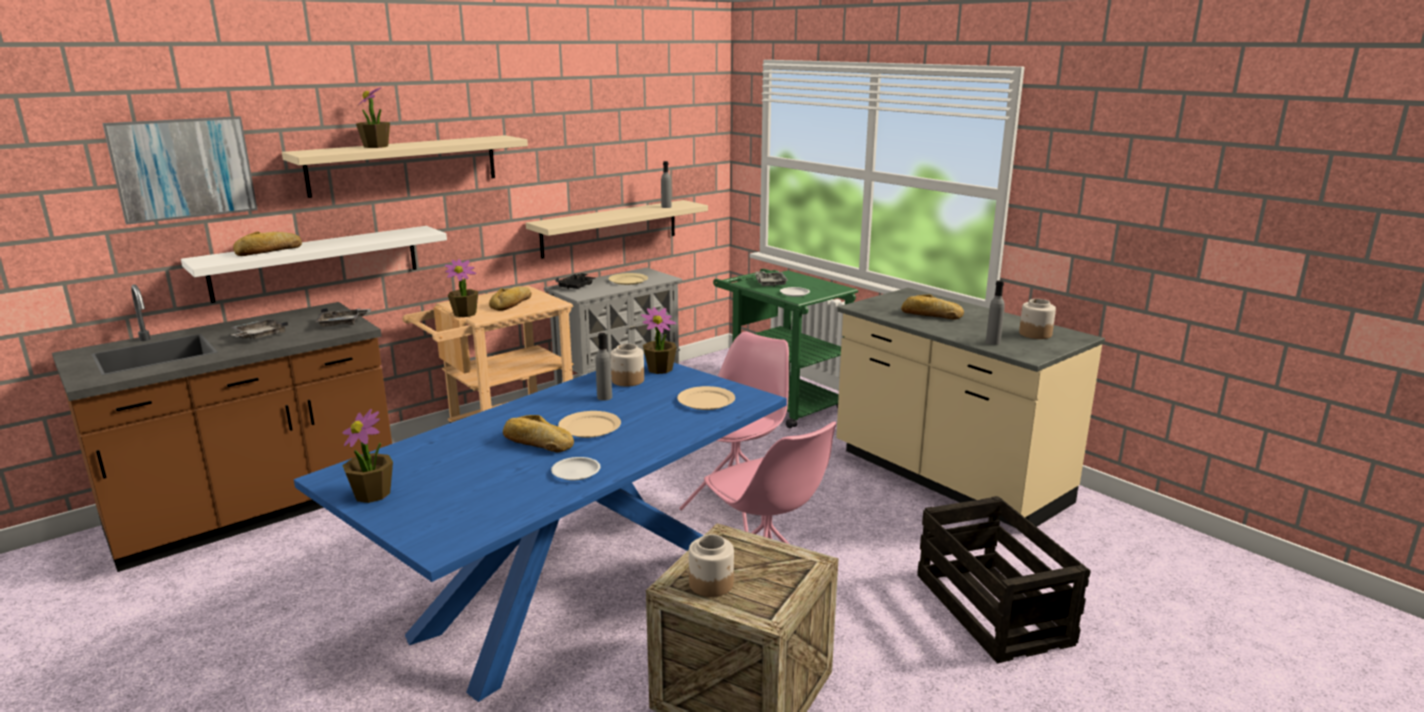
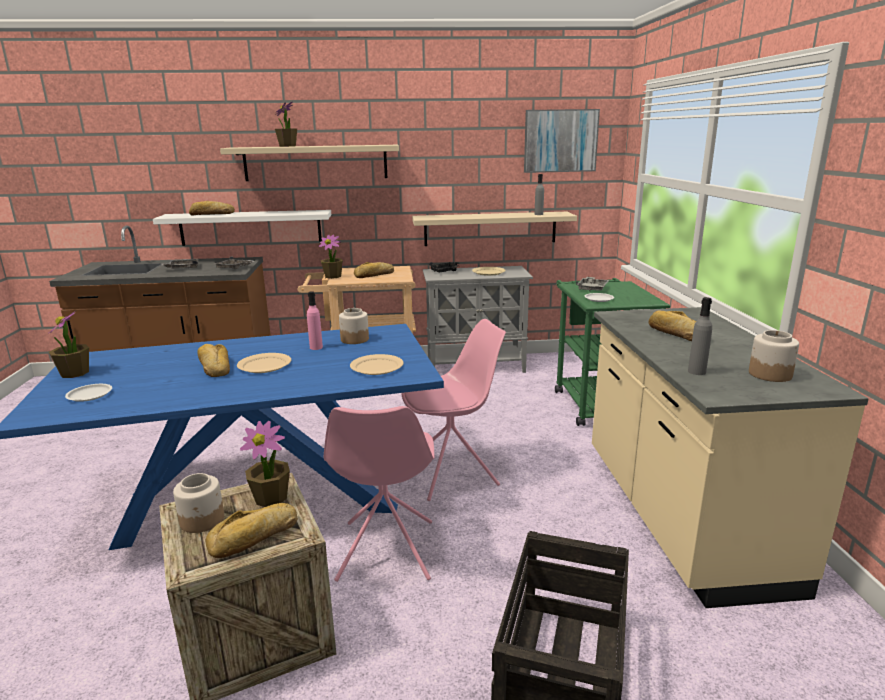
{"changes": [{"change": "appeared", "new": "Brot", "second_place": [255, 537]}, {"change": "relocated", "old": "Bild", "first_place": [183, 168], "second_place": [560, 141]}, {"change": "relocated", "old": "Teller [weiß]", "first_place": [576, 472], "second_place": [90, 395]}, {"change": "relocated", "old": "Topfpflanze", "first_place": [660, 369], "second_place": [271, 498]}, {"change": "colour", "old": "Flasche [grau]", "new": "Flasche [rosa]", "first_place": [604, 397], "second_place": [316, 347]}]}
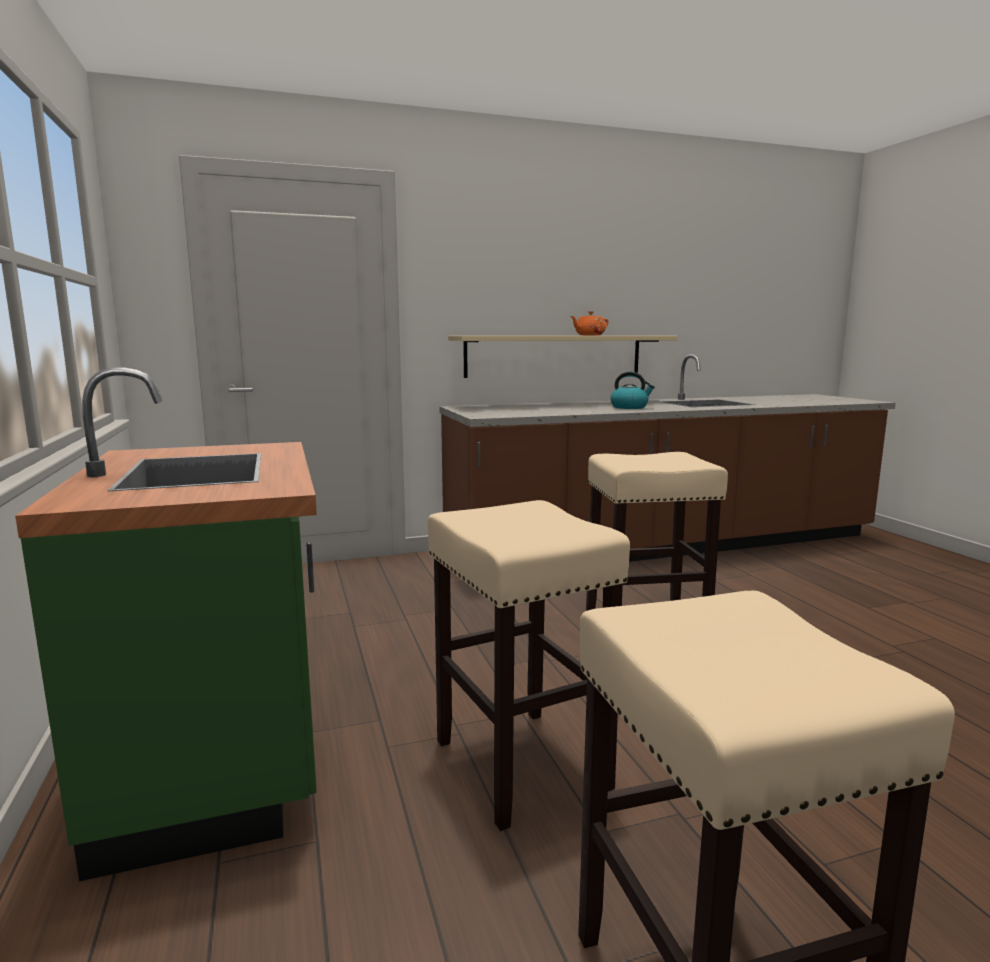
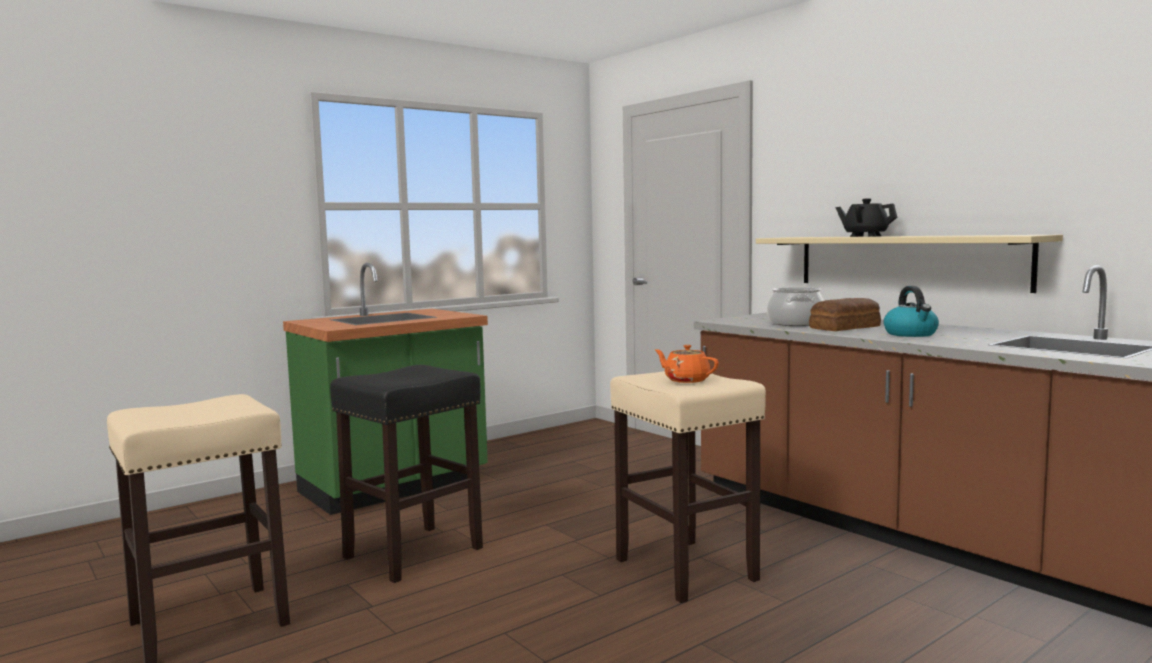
{"changes": [{"change": "appeared", "new": "Kochtopf", "second_place": [795, 323]}, {"change": "appeared", "new": "Brot", "second_place": [846, 327]}, {"change": "appeared", "new": "Teekanne [schwarz]", "second_place": [865, 236]}, {"change": "relocated", "old": "Teekanne [orange]", "first_place": [589, 335], "second_place": [686, 380]}, {"change": "colour", "old": "Hocker [beige]", "new": "Hocker [schwarz]", "first_place": [519, 763], "second_place": [415, 552]}]}
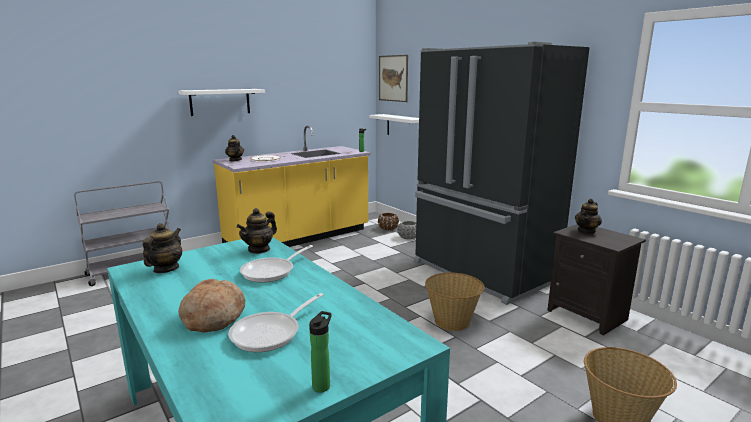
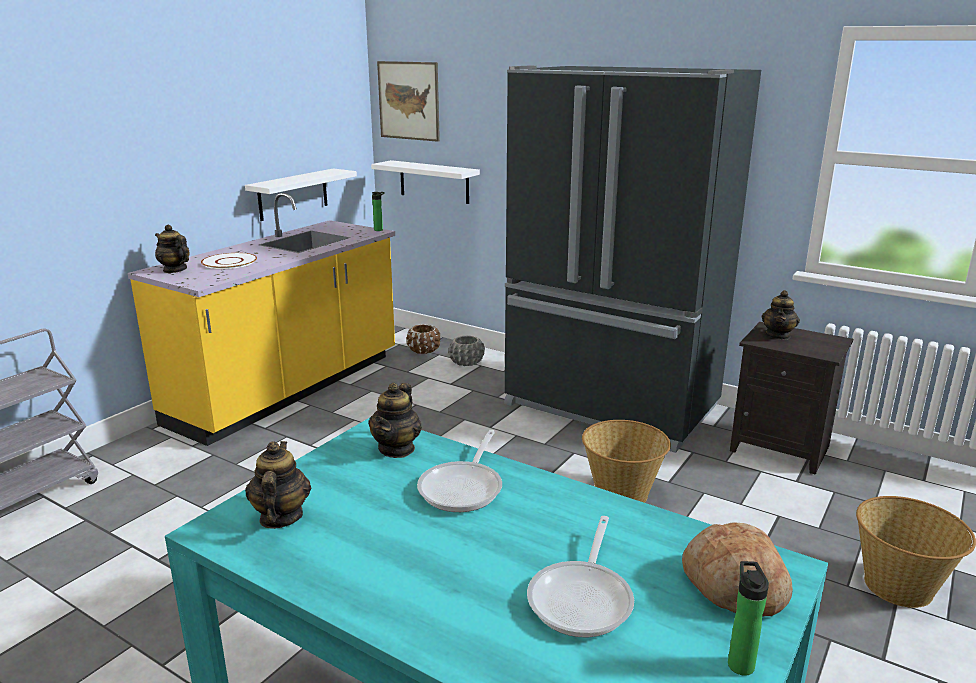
{"changes": [{"change": "relocated", "old": "Wandregal [weiß]", "first_place": [220, 102], "second_place": [293, 194]}, {"change": "relocated", "old": "Brot", "first_place": [213, 317], "second_place": [733, 585]}]}
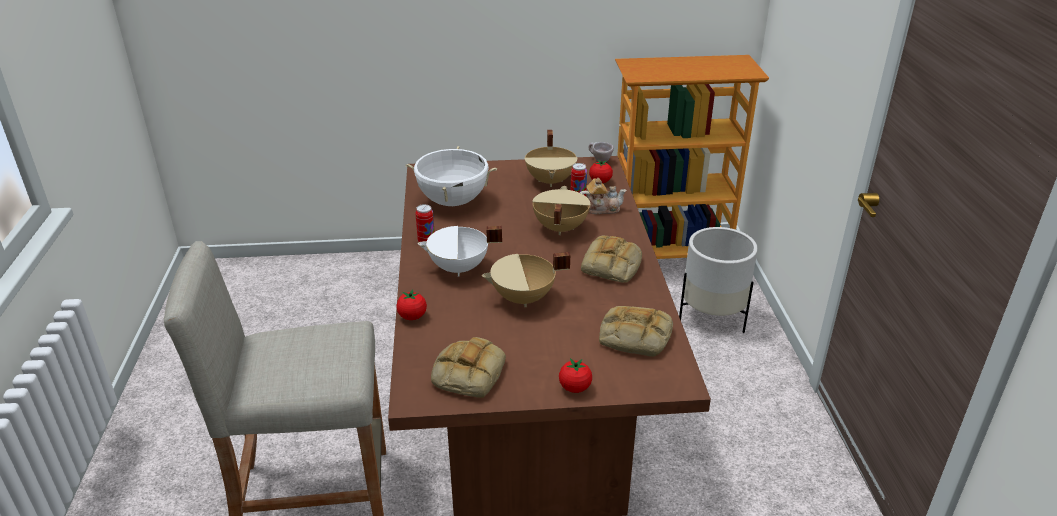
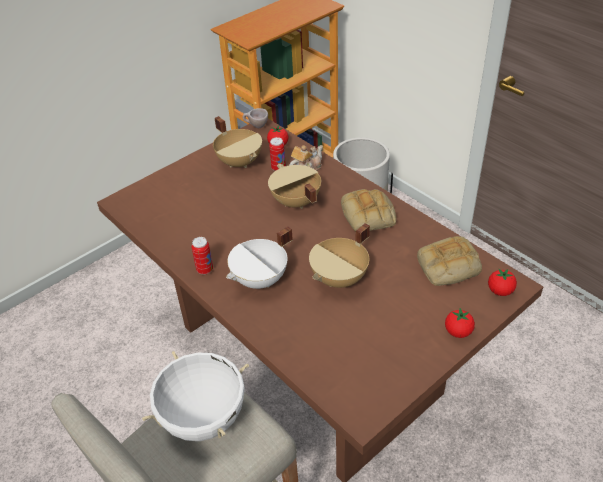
{"changes": [{"change": "missing", "old": "Brot", "first_place": [468, 372]}, {"change": "relocated", "old": "Tomate", "first_place": [412, 316], "second_place": [500, 291]}, {"change": "relocated", "old": "Kochtopf [weiß]", "first_place": [453, 201], "second_place": [203, 418]}]}
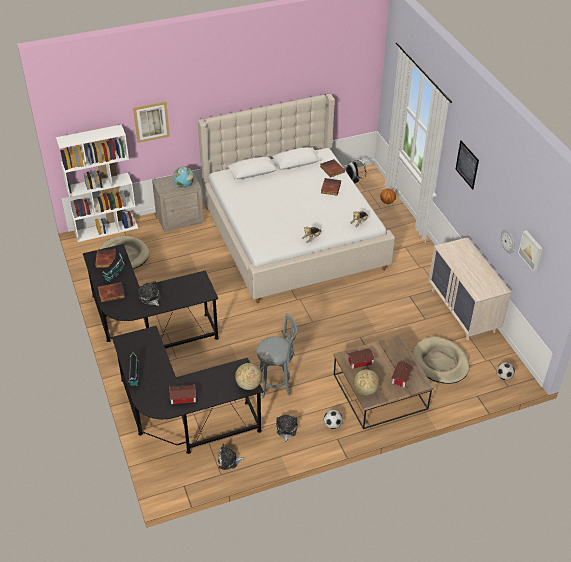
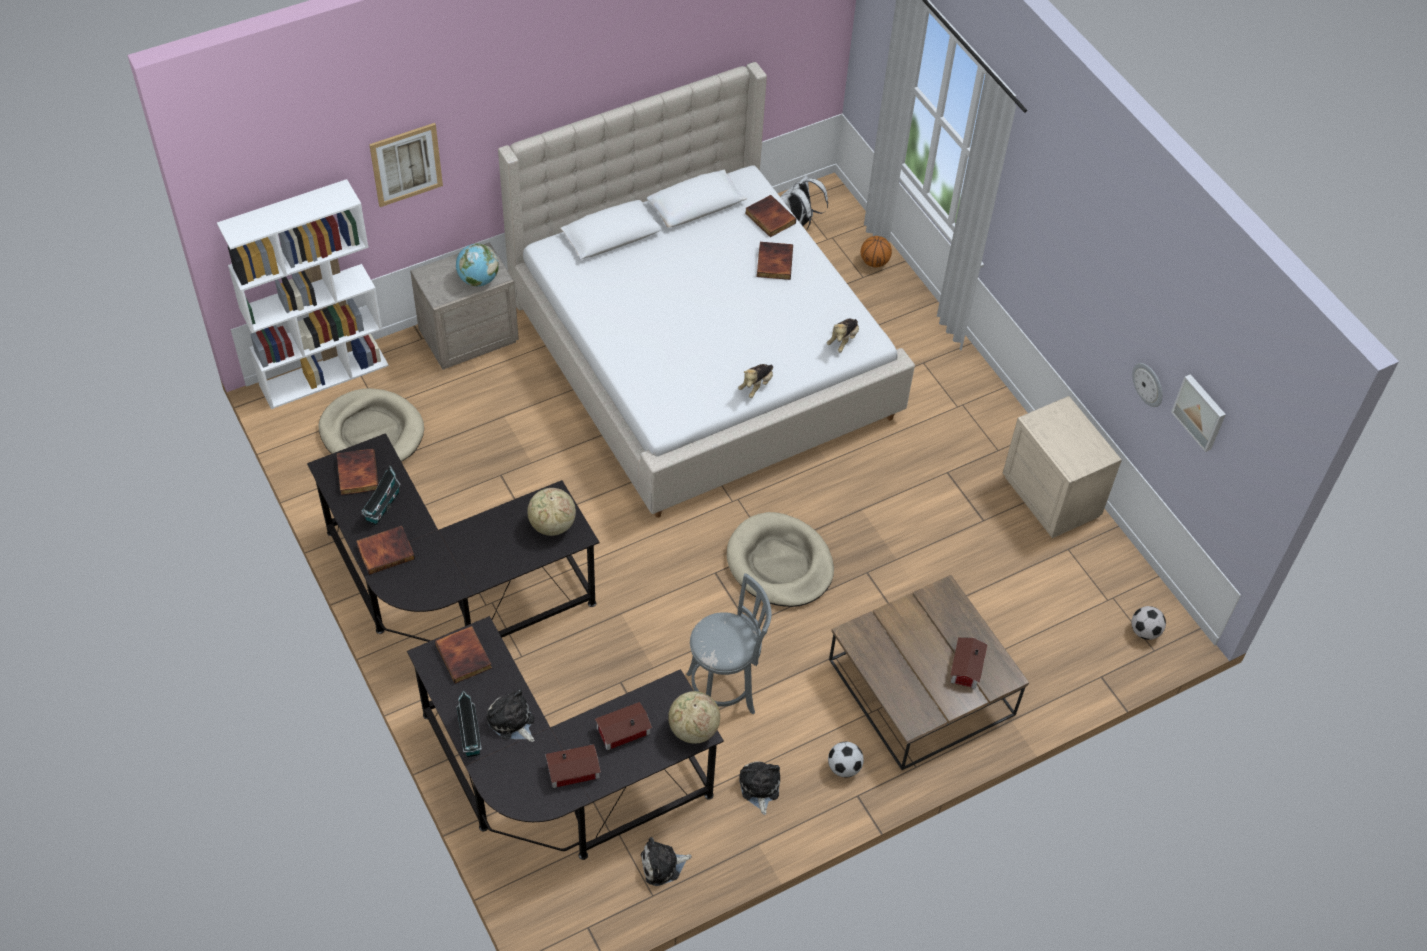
{"changes": [{"change": "missing", "old": "Bild", "first_place": [467, 164]}, {"change": "appeared", "new": "Buch", "second_place": [465, 656]}, {"change": "relocated", "old": "Plüschtier", "first_place": [150, 297], "second_place": [512, 722]}, {"change": "relocated", "old": "Spielzeughaus", "first_place": [359, 361], "second_place": [621, 730]}, {"change": "relocated", "old": "Globus", "first_place": [365, 390], "second_place": [552, 525]}, {"change": "relocated", "old": "Hundebett [beige]", "first_place": [440, 362], "second_place": [779, 563]}, {"change": "exchanged", "old": "Kommode [beige]", "new": "Nachttisch [beige]", "first_place": [463, 311], "second_place": [1052, 496]}]}
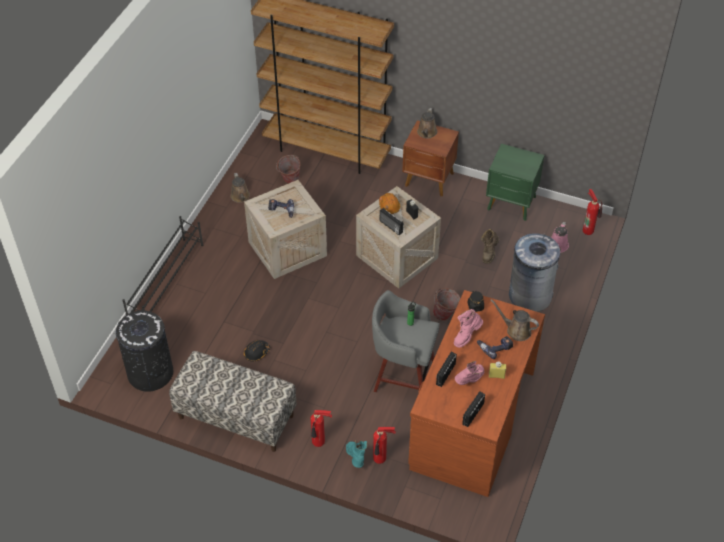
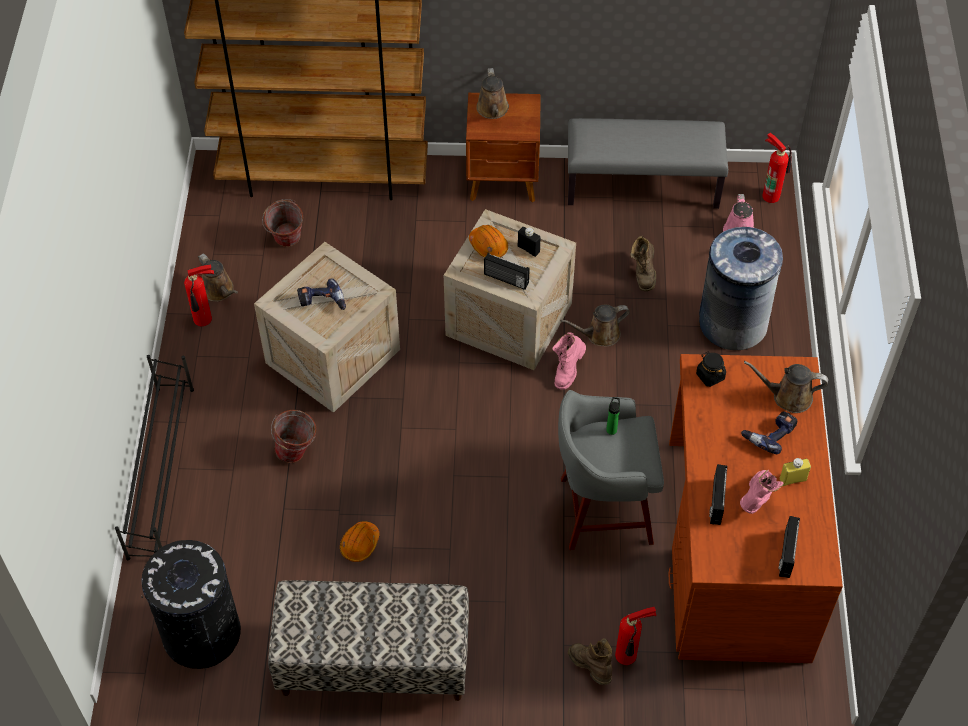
{"changes": [{"change": "appeared", "new": "Gießkanne [braun]", "second_place": [599, 335]}, {"change": "relocated", "old": "Feuerlöscher", "first_place": [319, 442], "second_place": [204, 320]}, {"change": "relocated", "old": "Eimer", "first_place": [445, 316], "second_place": [297, 452]}, {"change": "relocated", "old": "Stiefel [rosa]", "first_place": [466, 336], "second_place": [567, 370]}, {"change": "exchanged", "old": "Nachttisch [grün]", "new": "Bank [grau]", "first_place": [512, 204], "second_place": [643, 185]}, {"change": "colour", "old": "Schutzhelm [schwarz]", "new": "Schutzhelm [orange]", "first_place": [256, 353], "second_place": [360, 544]}, {"change": "colour", "old": "Stiefel [türkis]", "new": "Stiefel [braun]", "first_place": [356, 458], "second_place": [591, 668]}]}
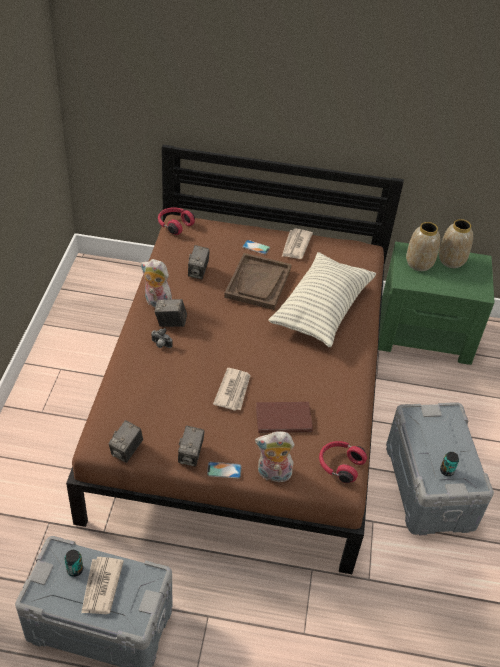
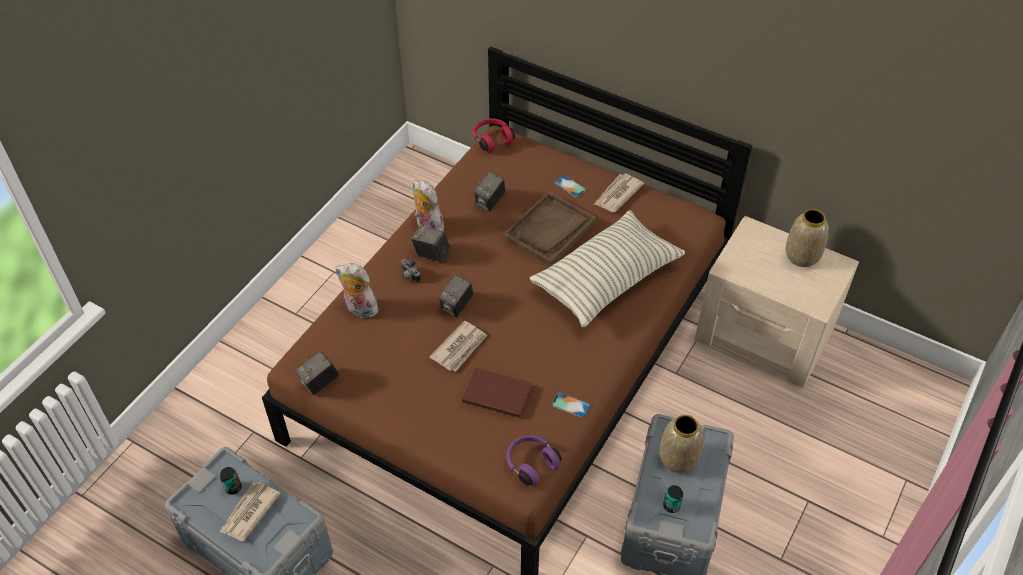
{"changes": [{"change": "relocated", "old": "Kamera", "first_place": [191, 455], "second_place": [457, 306]}, {"change": "relocated", "old": "Handy", "first_place": [224, 470], "second_place": [570, 405]}, {"change": "relocated", "old": "Plüschtier", "first_place": [273, 475], "second_place": [359, 309]}, {"change": "relocated", "old": "Vase", "first_place": [419, 264], "second_place": [678, 459]}, {"change": "colour", "old": "Kopfhörer [rot]", "new": "Kopfhörer [lila]", "first_place": [339, 465], "second_place": [531, 463]}, {"change": "colour", "old": "Nachttisch [grün]", "new": "Nachttisch [beige]", "first_place": [425, 333], "second_place": [765, 334]}]}
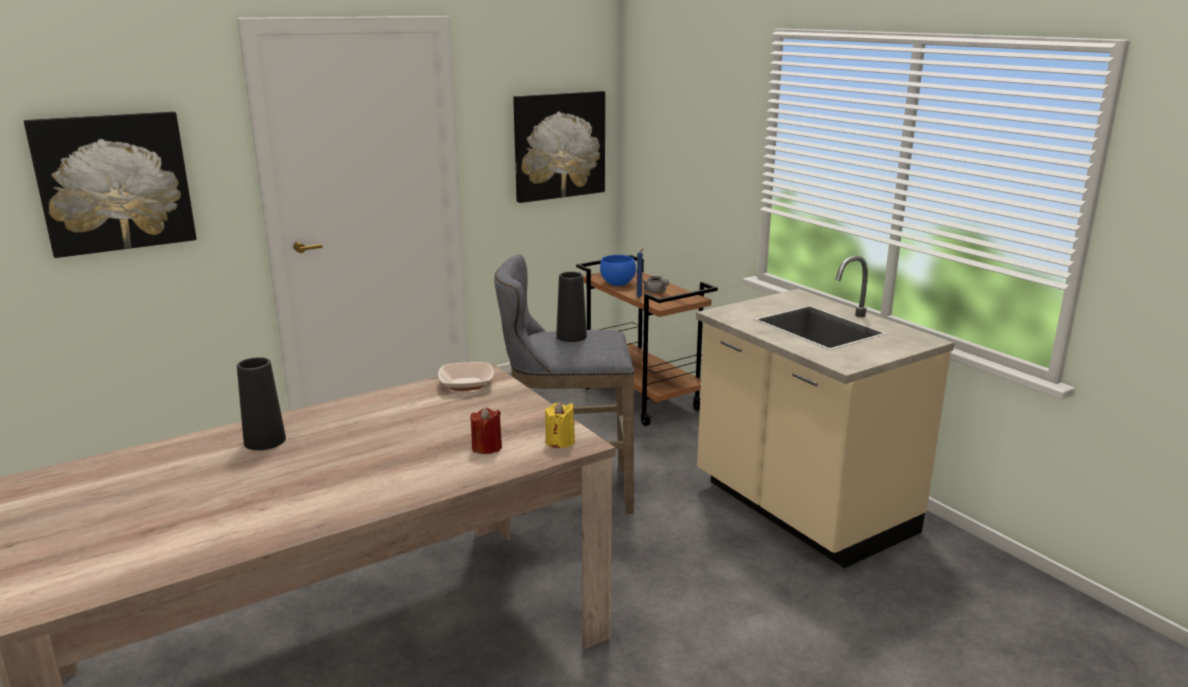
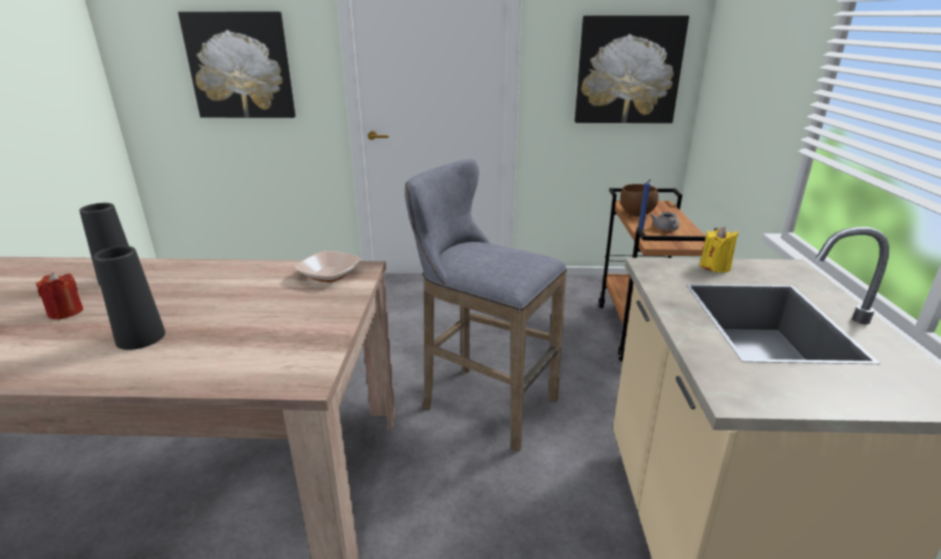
{"changes": [{"change": "relocated", "old": "Kerze [rot]", "first_place": [487, 447], "second_place": [66, 312]}, {"change": "relocated", "old": "Kerze [gelb]", "first_place": [560, 442], "second_place": [715, 267]}, {"change": "relocated", "old": "Vase [schwarz]", "first_place": [571, 336], "second_place": [141, 337]}, {"change": "colour", "old": "Schüssel [blau]", "new": "Schüssel [braun]", "first_place": [617, 284], "second_place": [636, 214]}]}
